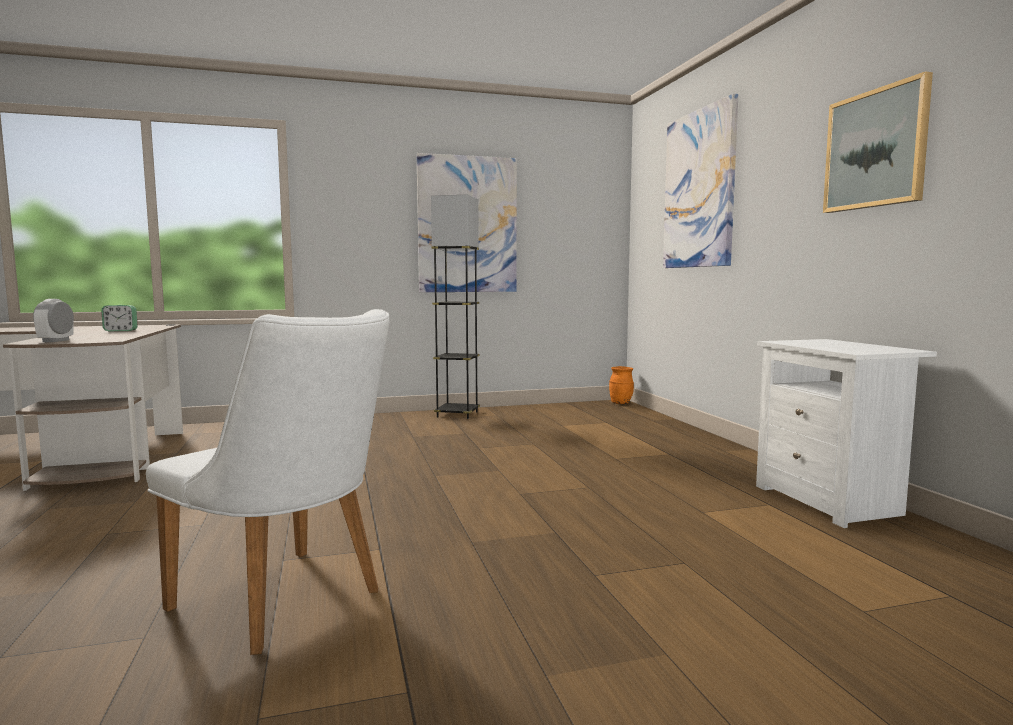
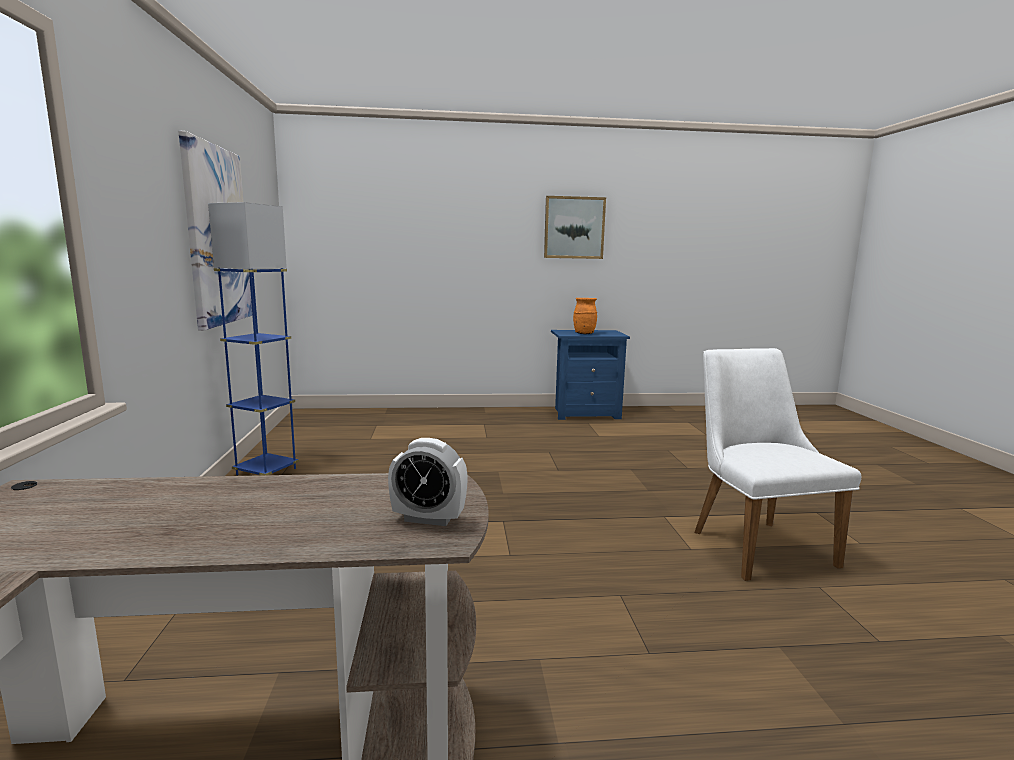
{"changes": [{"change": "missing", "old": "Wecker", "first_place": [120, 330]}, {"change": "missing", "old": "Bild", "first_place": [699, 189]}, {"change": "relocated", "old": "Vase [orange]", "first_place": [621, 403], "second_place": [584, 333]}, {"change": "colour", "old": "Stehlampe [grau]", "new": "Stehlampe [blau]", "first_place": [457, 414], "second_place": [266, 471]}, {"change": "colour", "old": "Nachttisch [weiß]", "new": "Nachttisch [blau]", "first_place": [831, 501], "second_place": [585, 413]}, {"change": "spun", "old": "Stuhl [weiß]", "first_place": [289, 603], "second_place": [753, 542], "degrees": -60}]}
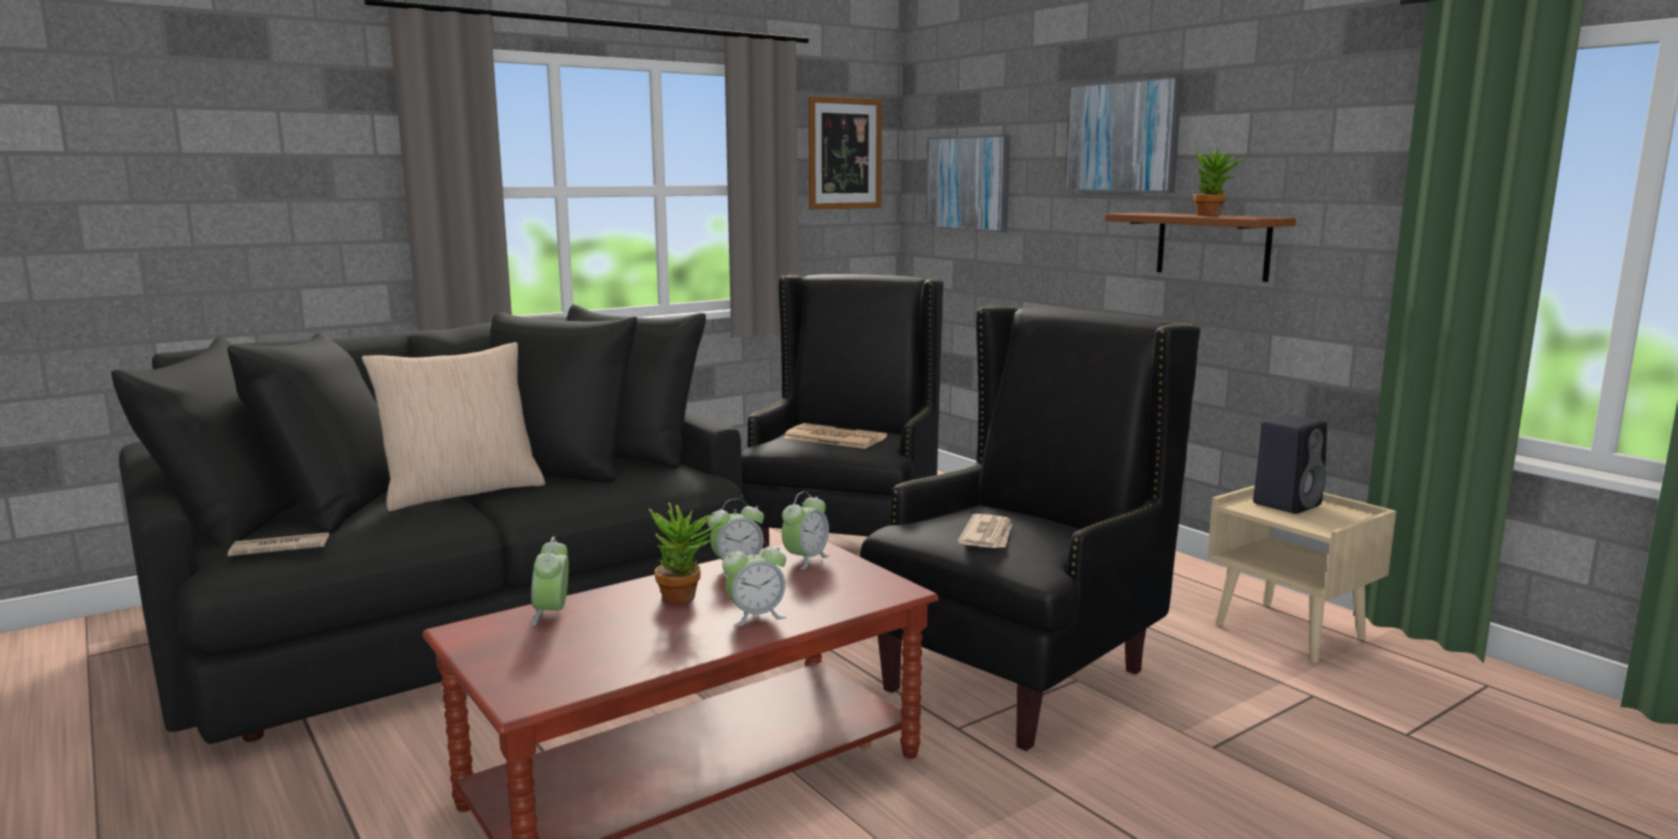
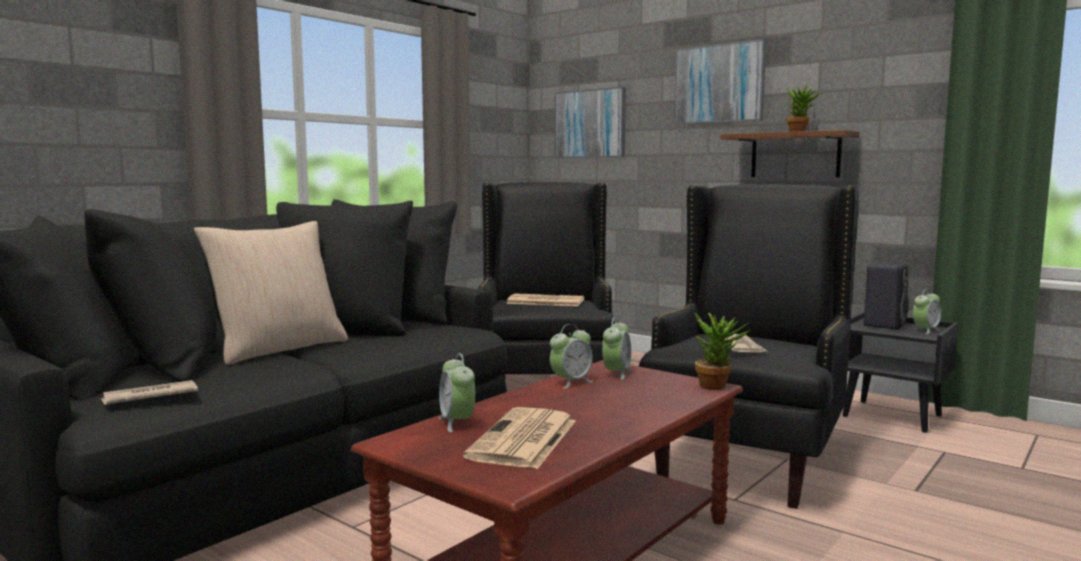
{"changes": [{"change": "missing", "old": "Bild", "first_place": [844, 153]}, {"change": "appeared", "new": "Zeitung", "second_place": [523, 440]}, {"change": "relocated", "old": "Topfpflanze", "first_place": [685, 598], "second_place": [717, 386]}, {"change": "relocated", "old": "Wecker", "first_place": [756, 616], "second_place": [925, 330]}, {"change": "colour", "old": "Nachttisch [beige]", "new": "Nachttisch [schwarz]", "first_place": [1291, 632], "second_place": [893, 416]}]}
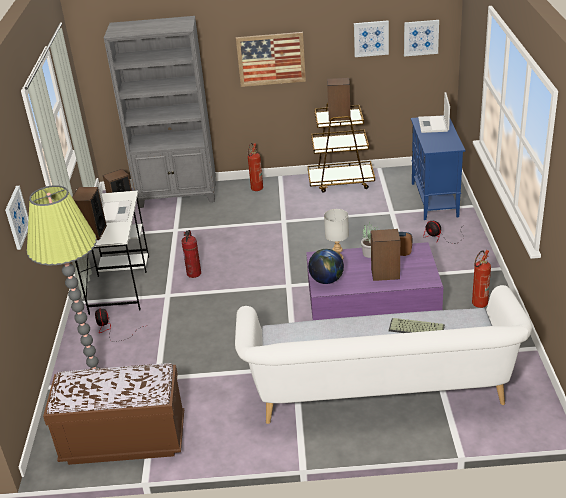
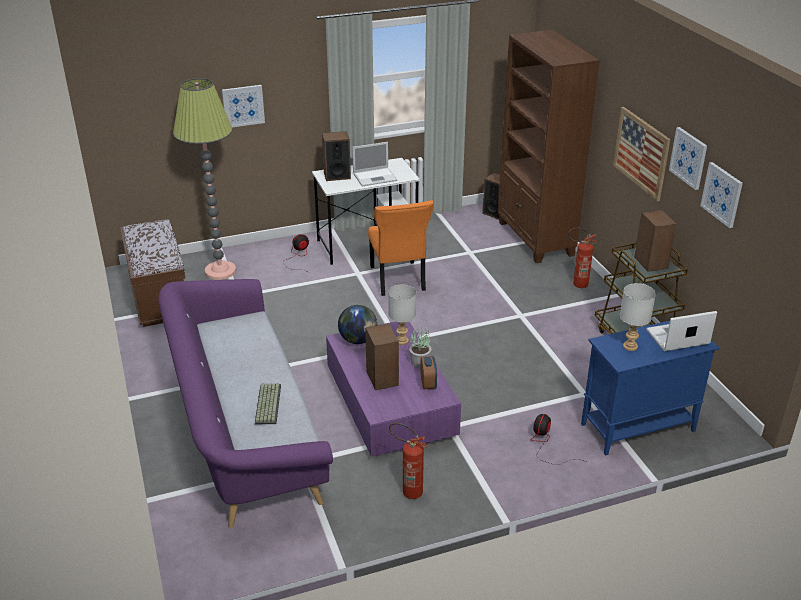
{"changes": [{"change": "appeared", "new": "Tischlampe [grau]", "second_place": [631, 346]}, {"change": "relocated", "old": "Bild", "first_place": [421, 37], "second_place": [689, 158]}, {"change": "exchanged", "old": "Feuerlöscher", "new": "Stuhl [orange]", "first_place": [194, 273], "second_place": [398, 280]}, {"change": "colour", "old": "Bücherregal [grau]", "new": "Bücherregal [braun]", "first_place": [178, 196], "second_place": [535, 239]}, {"change": "colour", "old": "Sofa [weiß]", "new": "Sofa [lila]", "first_place": [380, 388], "second_place": [243, 430]}]}
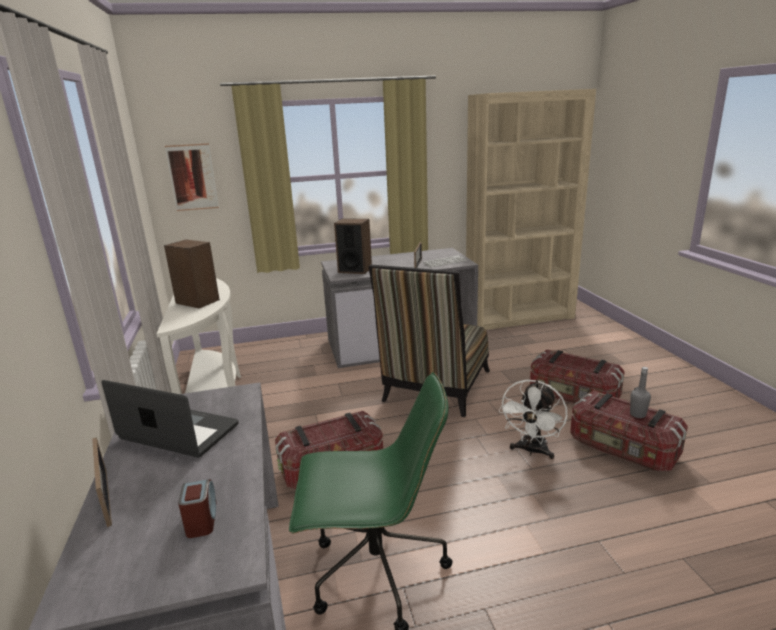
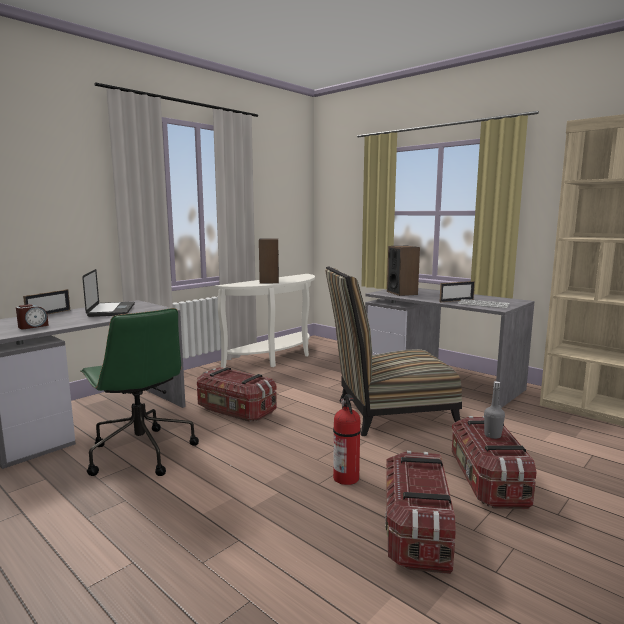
{"changes": [{"change": "missing", "old": "Bild", "first_place": [192, 177]}, {"change": "relocated", "old": "Flasche [grau]", "first_place": [637, 414], "second_place": [492, 435]}, {"change": "exchanged", "old": "Ventilator [weiß]", "new": "Feuerlöscher", "first_place": [532, 451], "second_place": [346, 478]}]}
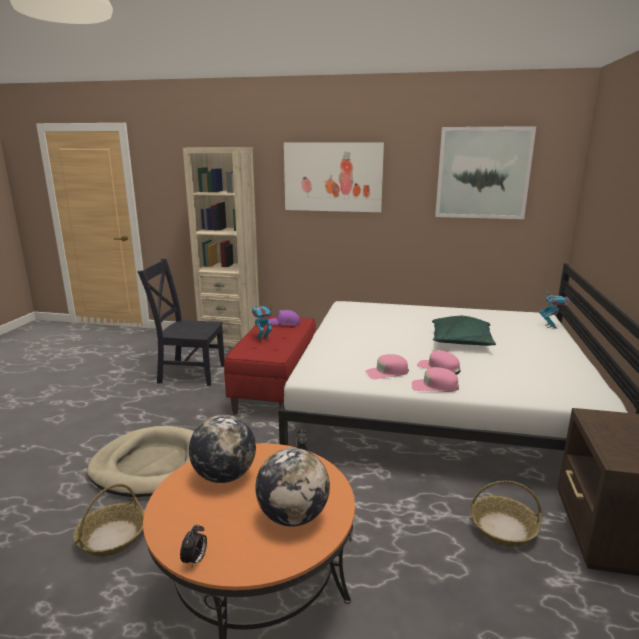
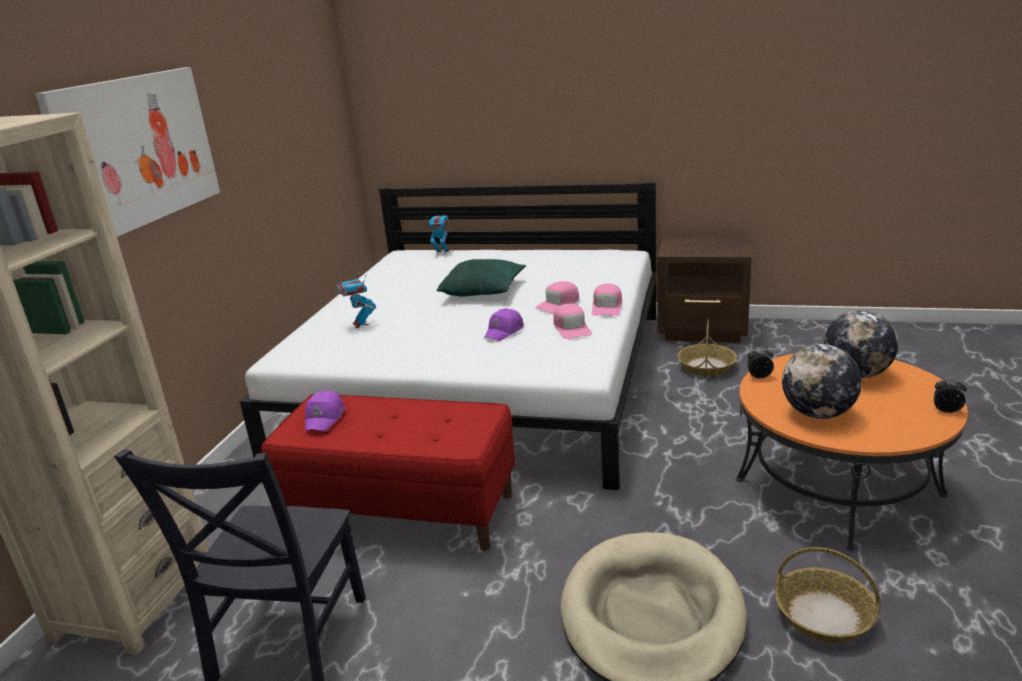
{"changes": [{"change": "missing", "old": "Bild", "first_place": [483, 173]}, {"change": "appeared", "new": "Kappe [lila]", "second_place": [504, 331]}, {"change": "relocated", "old": "Spielzeugroboter", "first_place": [262, 339], "second_place": [360, 324]}]}
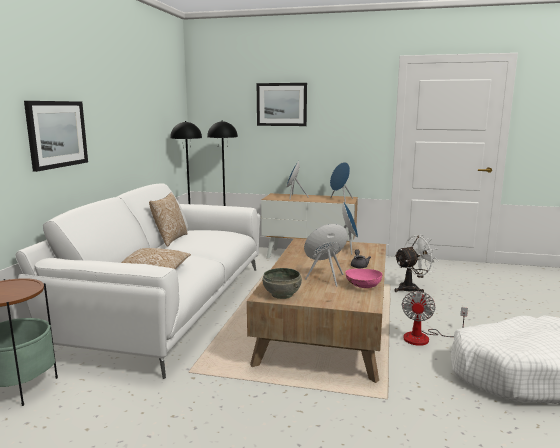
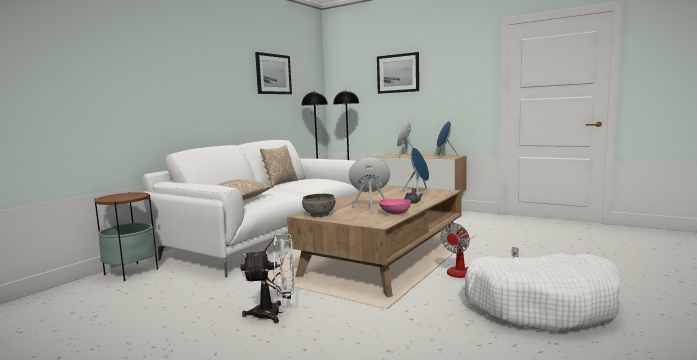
{"changes": [{"change": "relocated", "old": "Bild", "first_place": [57, 134], "second_place": [273, 74]}, {"change": "relocated", "old": "Ventilator [weiß]", "first_place": [412, 288], "second_place": [274, 313]}]}
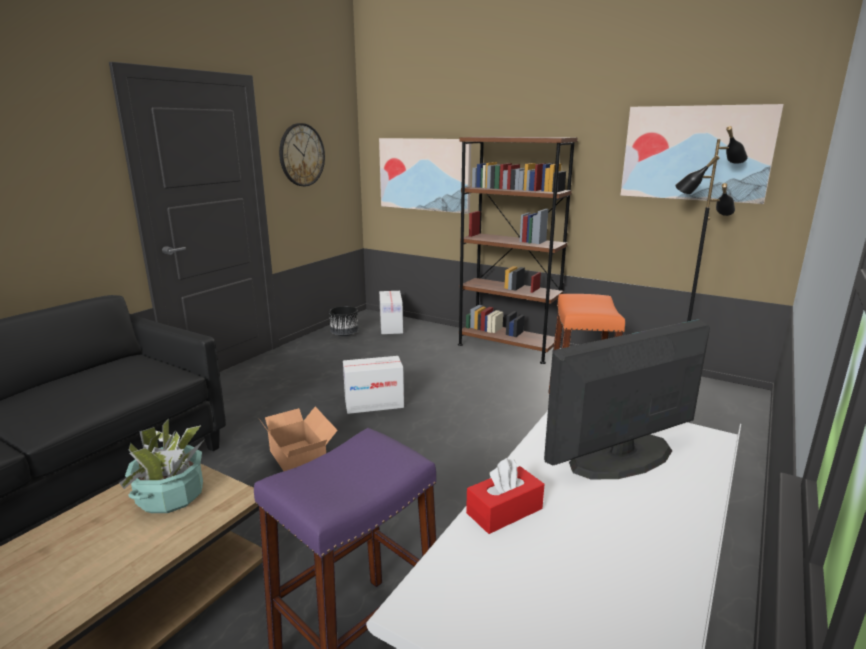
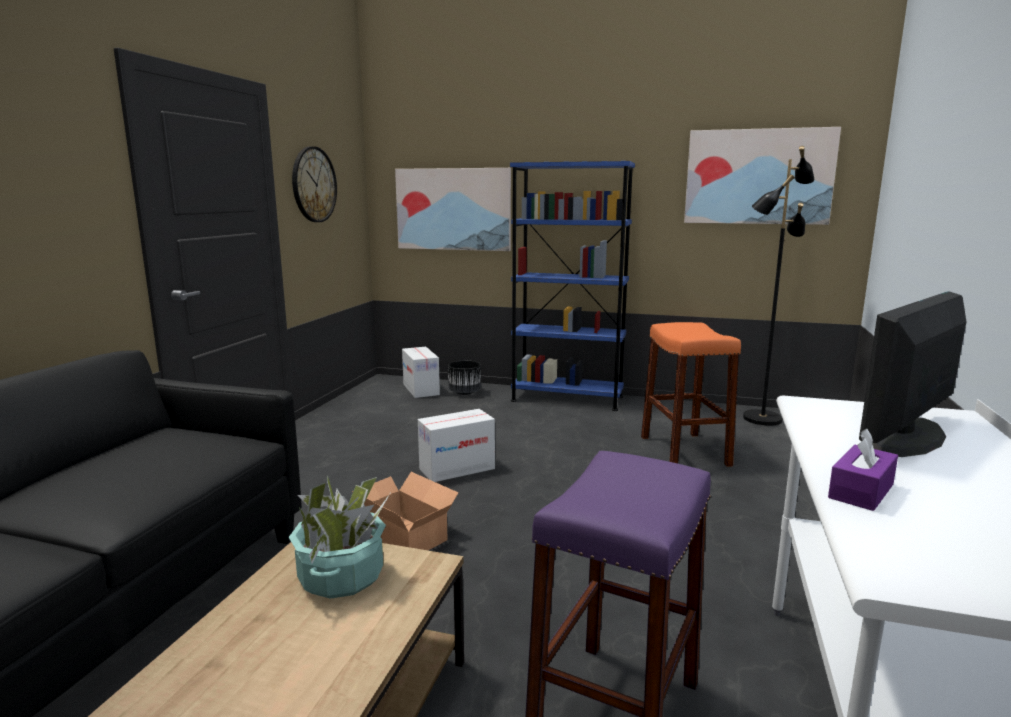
{"changes": [{"change": "relocated", "old": "Pflanzkübel [schwarz]", "first_place": [344, 334], "second_place": [464, 392]}, {"change": "colour", "old": "Bücherregal [braun]", "new": "Bücherregal [blau]", "first_place": [507, 347], "second_place": [567, 399]}, {"change": "colour", "old": "Taschentuchbox [rot]", "new": "Taschentuchbox [lila]", "first_place": [504, 511], "second_place": [861, 491]}]}
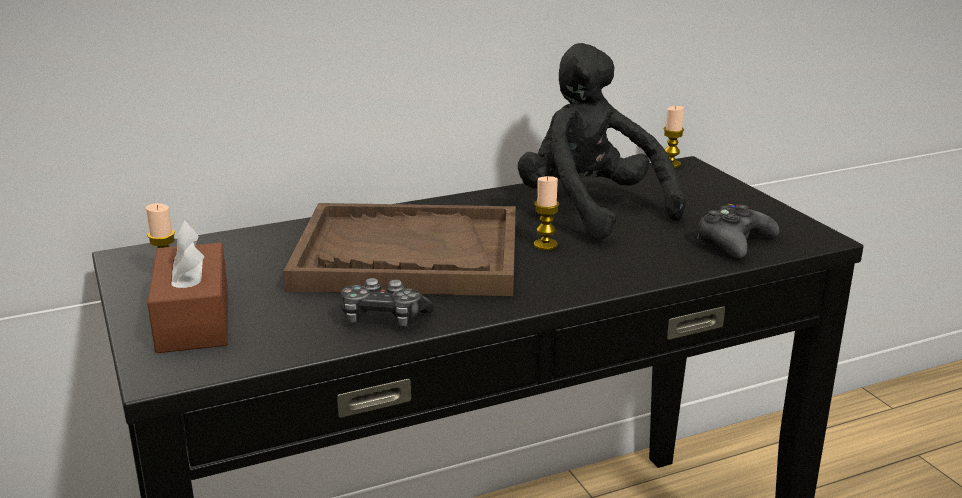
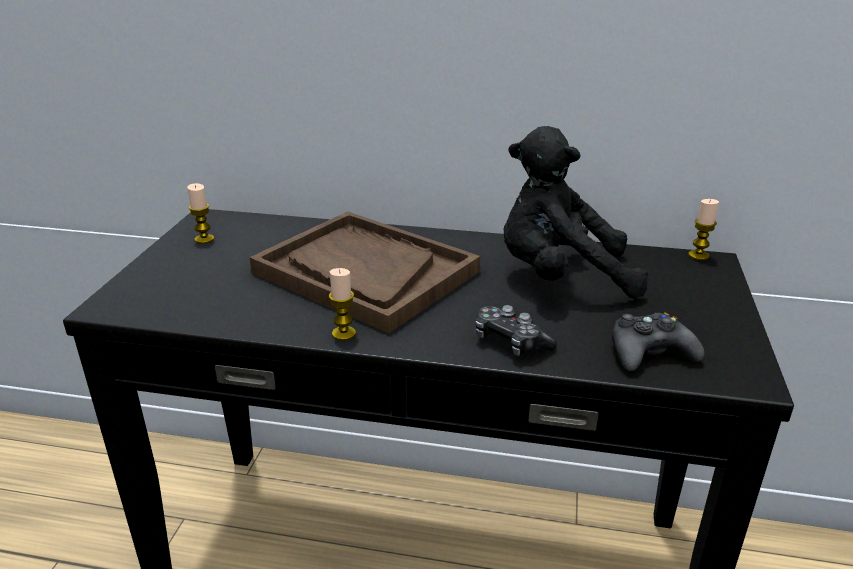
{"changes": [{"change": "missing", "old": "Taschentuchbox [braun]", "first_place": [193, 319]}, {"change": "relocated", "old": "Gamepad", "first_place": [383, 318], "second_place": [510, 342]}, {"change": "relocated", "old": "Kerze", "first_place": [545, 245], "second_place": [344, 334]}, {"change": "spun", "old": "Plüschtier [schwarz]", "first_place": [590, 209], "second_place": [560, 277], "degrees": -90}]}
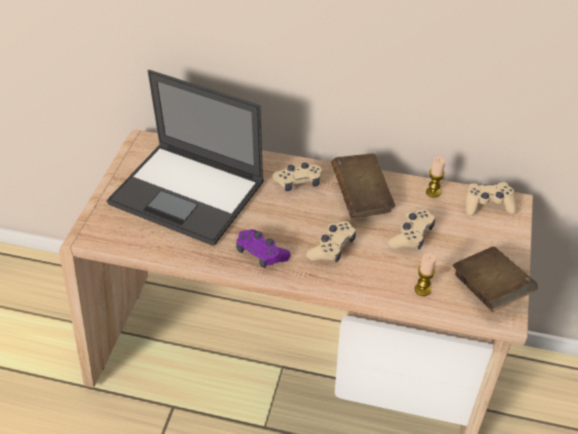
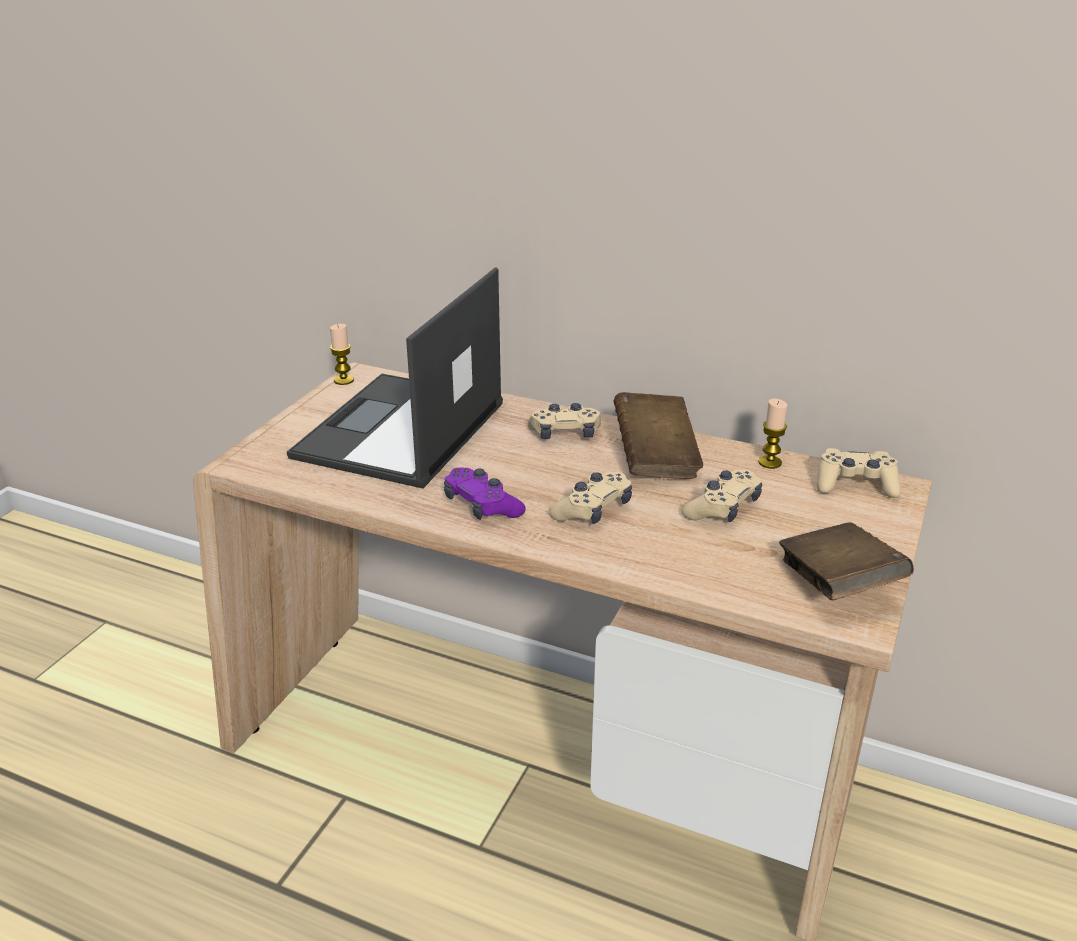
{"changes": [{"change": "relocated", "old": "Kerze", "first_place": [422, 289], "second_place": [343, 380]}, {"change": "spun", "old": "Laptop", "first_place": [189, 193], "second_place": [400, 431], "degrees": 75}]}
